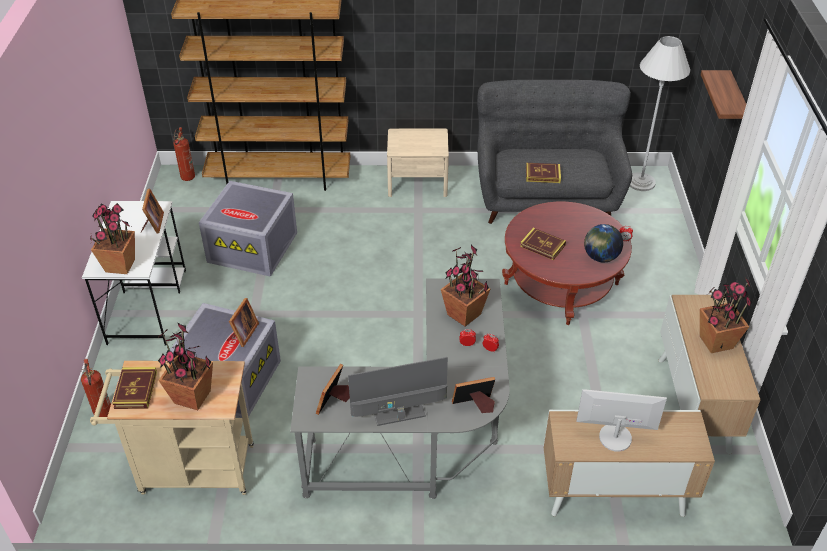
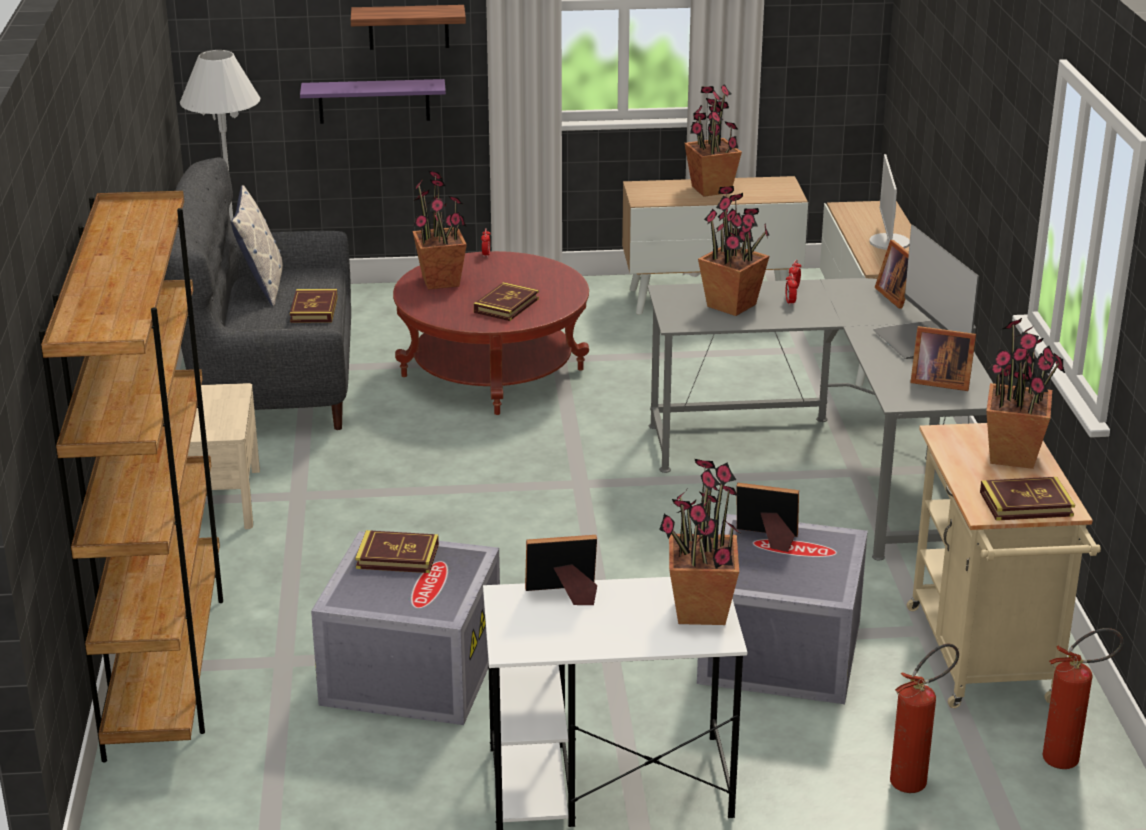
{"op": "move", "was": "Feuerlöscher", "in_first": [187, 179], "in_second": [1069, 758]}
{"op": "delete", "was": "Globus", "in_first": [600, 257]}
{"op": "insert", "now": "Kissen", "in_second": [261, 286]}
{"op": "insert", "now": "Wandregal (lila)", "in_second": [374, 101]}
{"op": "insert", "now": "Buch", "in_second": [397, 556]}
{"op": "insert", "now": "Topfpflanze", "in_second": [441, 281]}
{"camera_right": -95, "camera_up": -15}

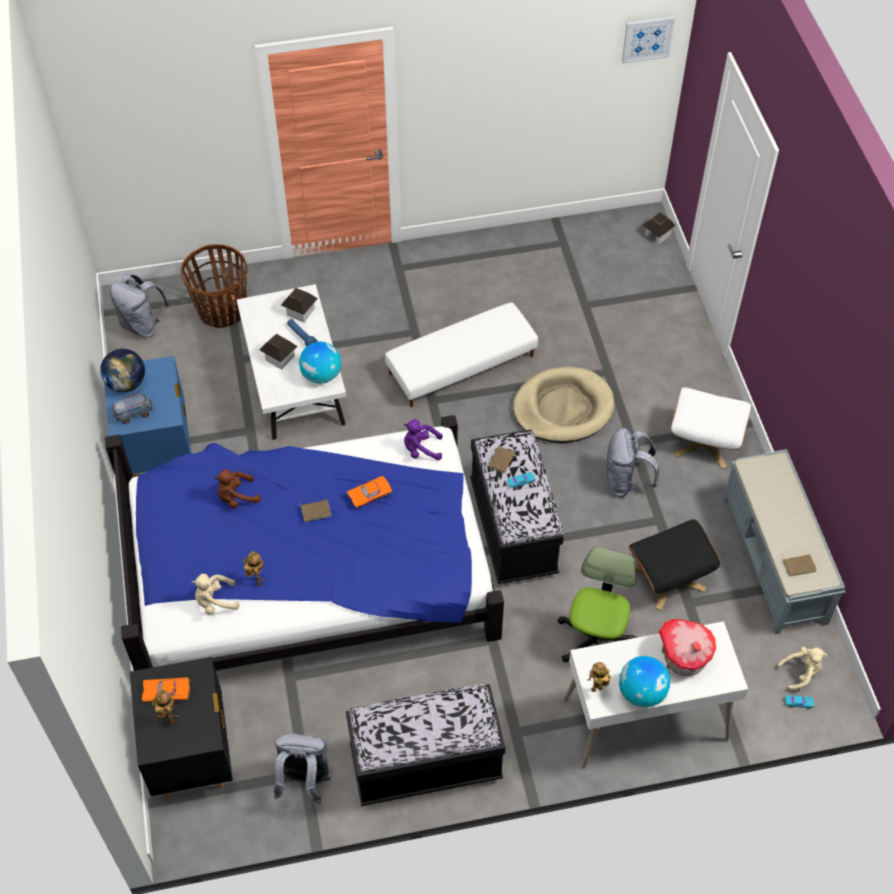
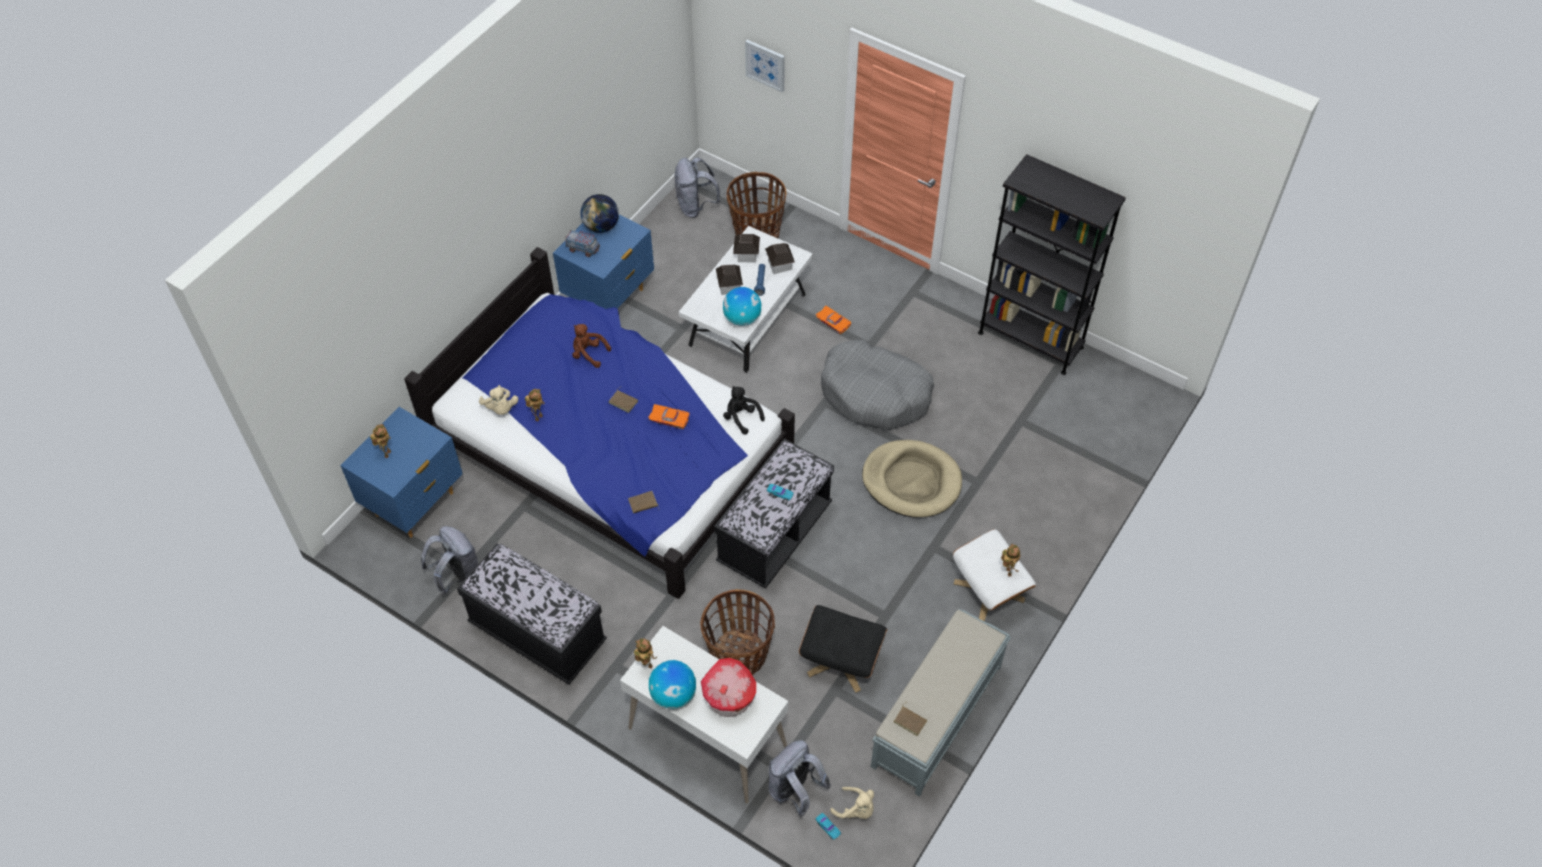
{"op": "recolor", "was": "Nachttisch (schwarz)", "now": "Nachttisch (blau)", "in_first": [192, 757], "in_second": [415, 504]}
{"op": "move", "was": "Spielzeugauto (orange)", "in_first": [167, 691], "in_second": [834, 322]}
{"op": "rotate", "was": "Plüschtier (beige)", "in_first": [215, 601], "in_second": [500, 408], "clockwise": -150}
{"op": "replace", "was": "Polsterhocker (weiß)", "now": "Hundebett (grau)", "in_first": [461, 365], "in_second": [875, 394]}
{"op": "recolor", "was": "Plüschtier (lila)", "now": "Plüschtier (schwarz)", "in_first": [421, 449], "in_second": [741, 417]}
{"op": "move", "was": "Buch (braun)", "in_first": [502, 461], "in_second": [643, 504]}
{"op": "replace", "was": "Bürostuhl", "now": "Korb", "in_first": [595, 640], "in_second": [739, 655]}
{"op": "move", "was": "Rucksack (grau)", "in_first": [626, 482], "in_second": [794, 791]}
{"op": "move", "was": "Bild", "in_first": [647, 39], "in_second": [765, 65]}
{"op": "move", "was": "Spielzeughaus", "in_first": [657, 235], "in_second": [746, 255]}
{"op": "insert", "now": "Bücherregal (schwarz)", "in_second": [1030, 340]}
{"op": "insert", "now": "Spielzeugroboter", "in_second": [1007, 571]}
{"camera_right": 45, "camera_up": 0}

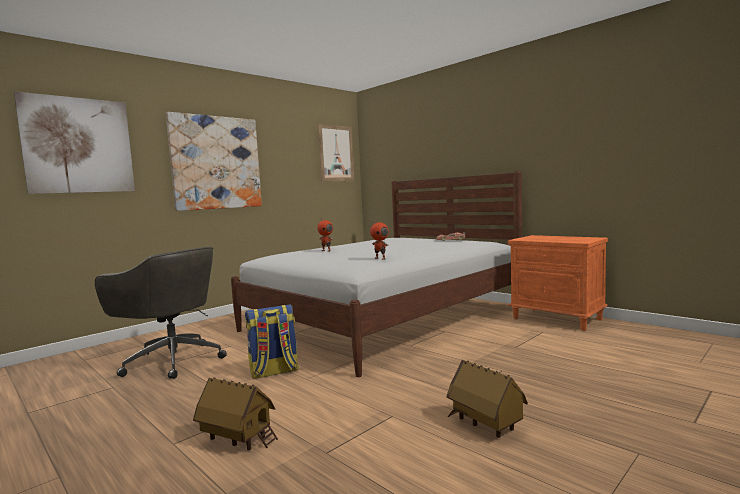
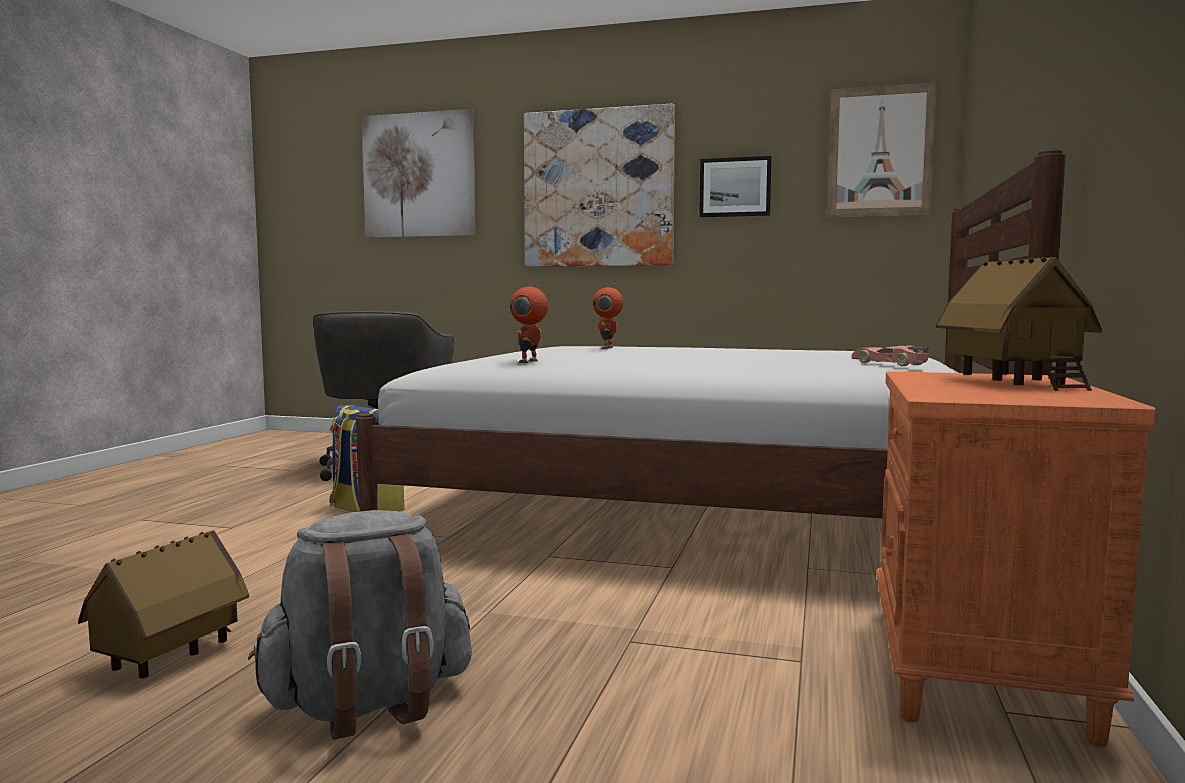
{"op": "move", "was": "Spielzeughaus", "in_first": [238, 439], "in_second": [1011, 382]}
{"op": "insert", "now": "Rucksack (grau)", "in_second": [368, 705]}
{"op": "insert", "now": "Bild", "in_second": [735, 187]}
{"camera_right": 60, "camera_up": 0}

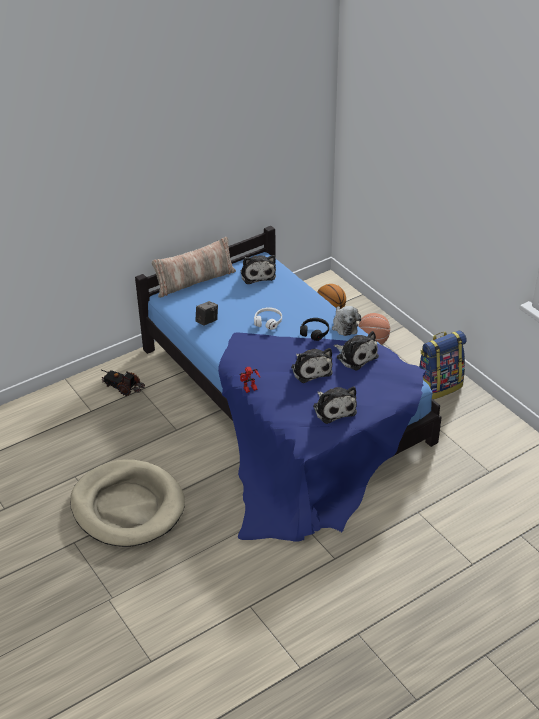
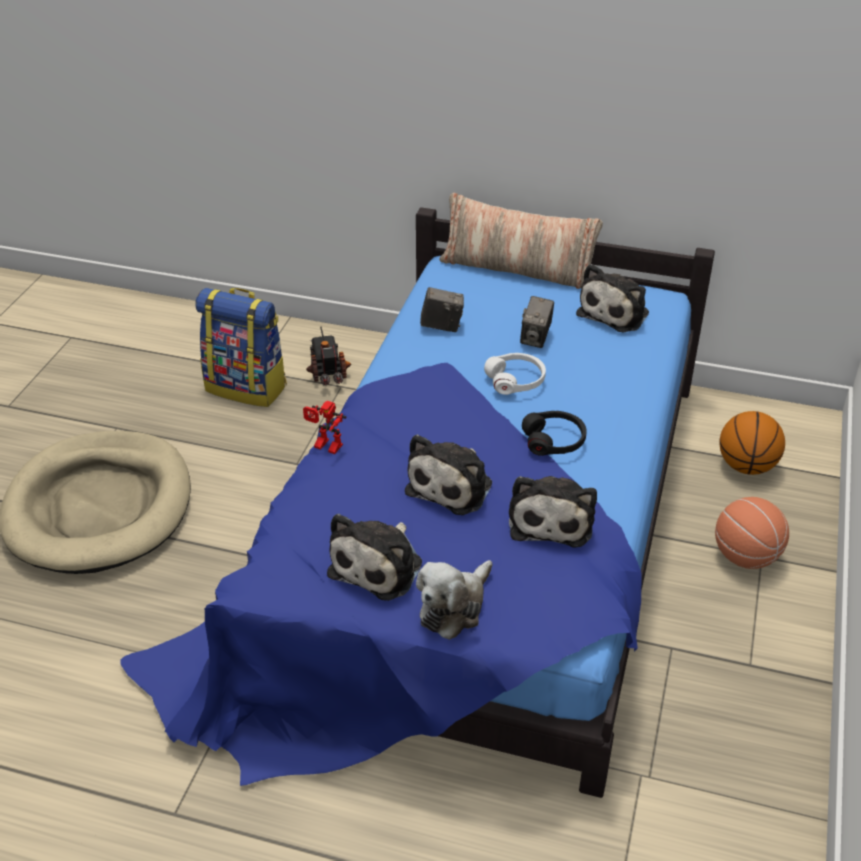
{"op": "move", "was": "Plüschtier", "in_first": [344, 326], "in_second": [454, 607]}
{"op": "move", "was": "Rucksack", "in_first": [438, 386], "in_second": [247, 387]}
{"op": "insert", "now": "Kamera", "in_second": [535, 338]}
{"camera_right": 50, "camera_up": 0}

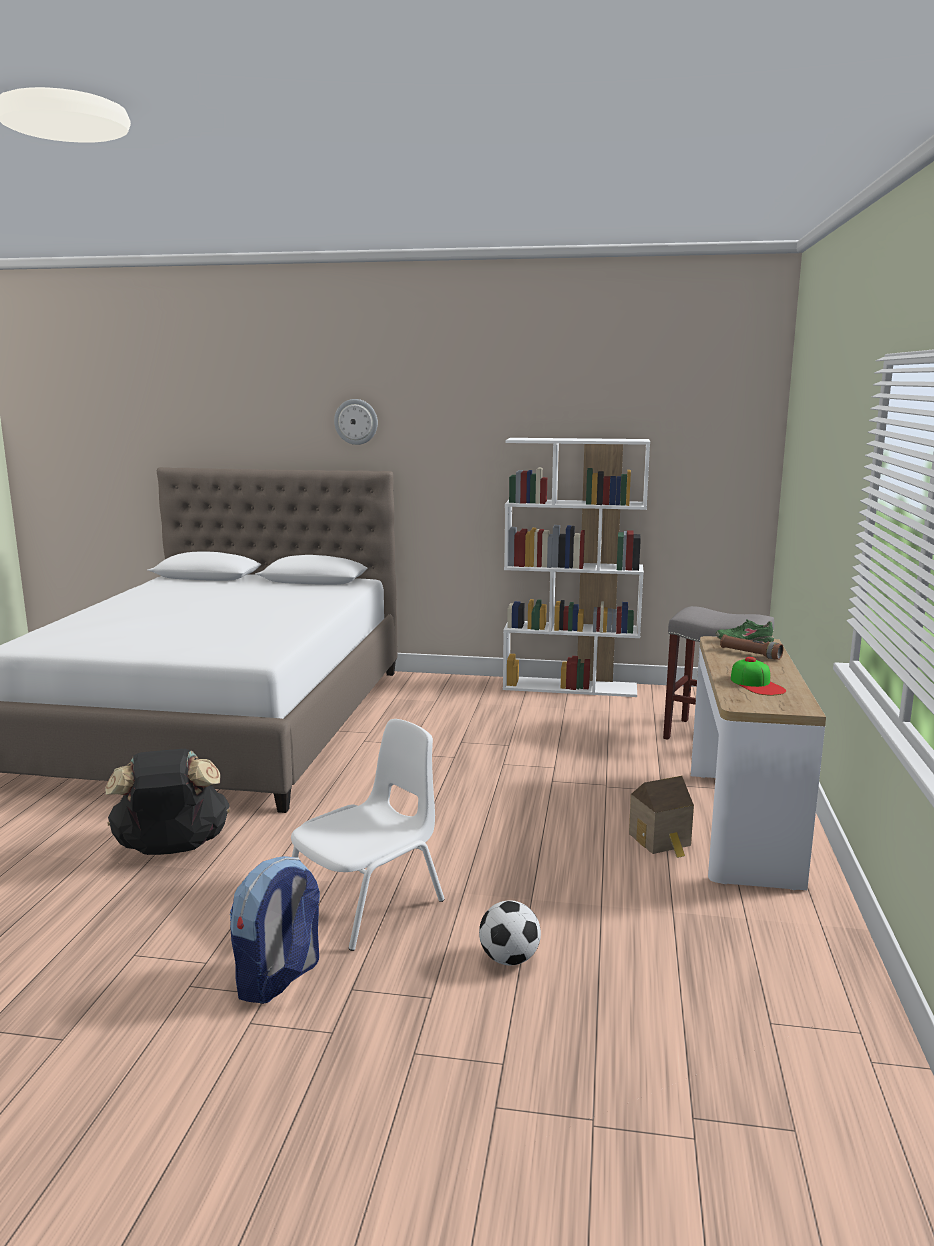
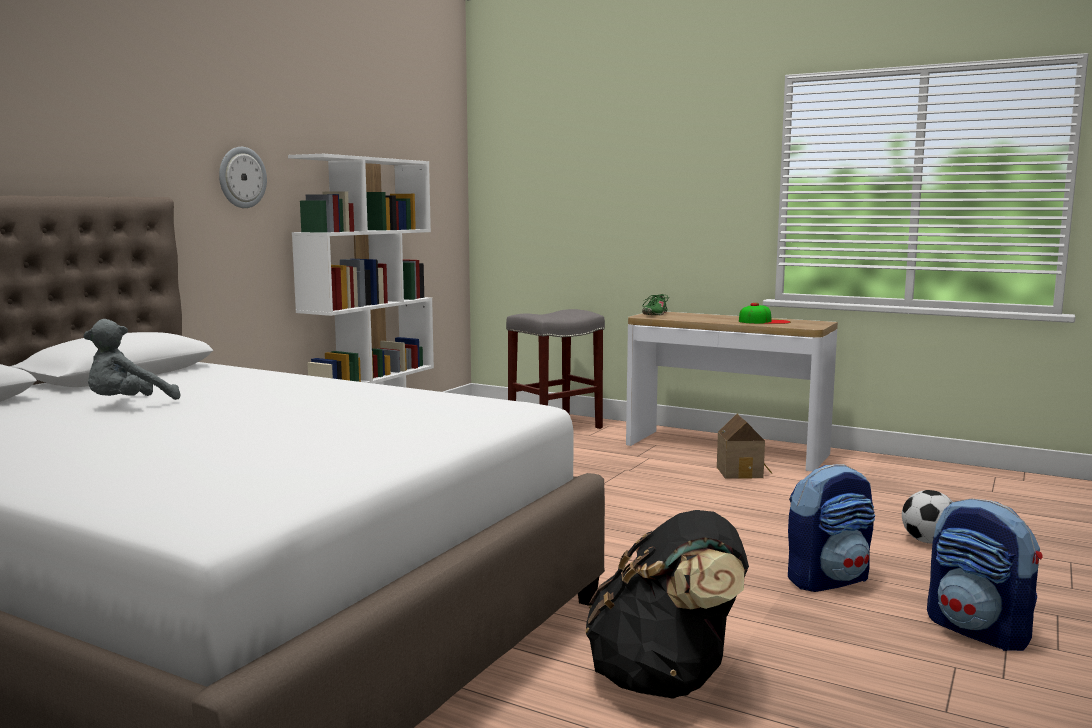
{"op": "replace", "was": "Stuhl (weiß)", "now": "Rucksack", "in_first": [368, 901], "in_second": [828, 580]}
{"op": "move", "was": "Wanduhr", "in_first": [356, 421], "in_second": [241, 177]}
{"op": "delete", "was": "Taschenlampe (braun)", "in_first": [750, 654]}
{"op": "insert", "now": "Plüschtier (grau)", "in_second": [128, 405]}
{"camera_right": -70, "camera_up": -5}

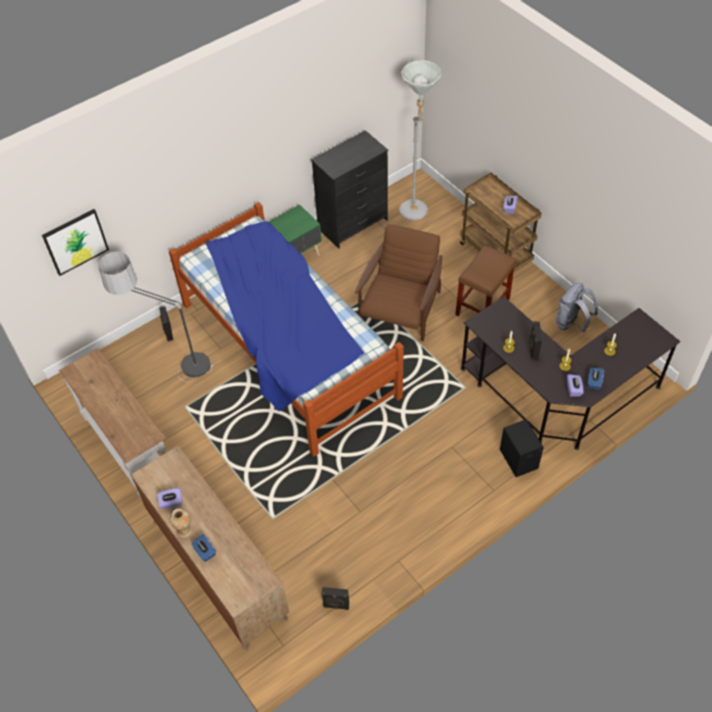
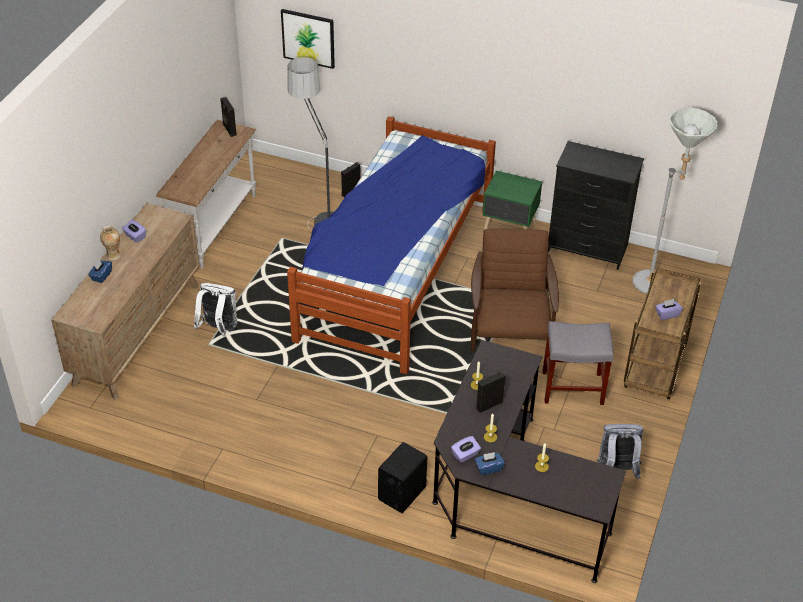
{"op": "move", "was": "Lautsprecher (schwarz)", "in_first": [336, 606], "in_second": [229, 130]}
{"op": "rotate", "was": "Sessel (braun)", "in_first": [400, 311], "in_second": [510, 328], "clockwise": -75}
{"op": "recolor", "was": "Hocker (braun)", "now": "Hocker (grau)", "in_first": [483, 306], "in_second": [573, 387]}
{"op": "insert", "now": "Rucksack (weiß)", "in_second": [219, 329]}
{"camera_right": 55, "camera_up": -10}

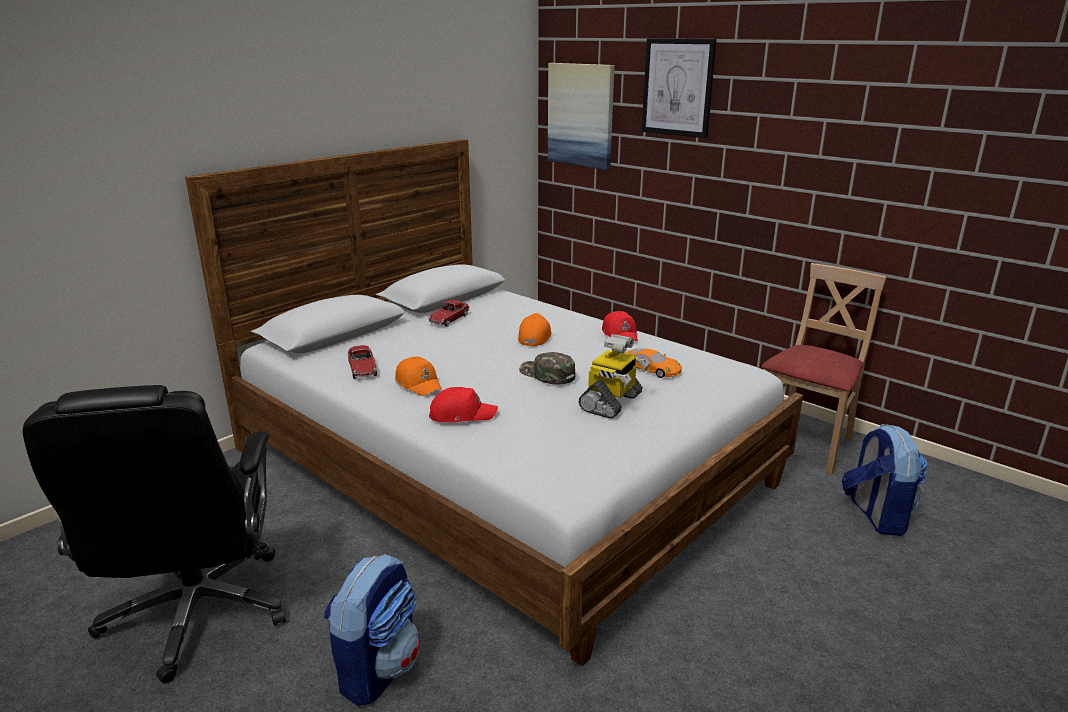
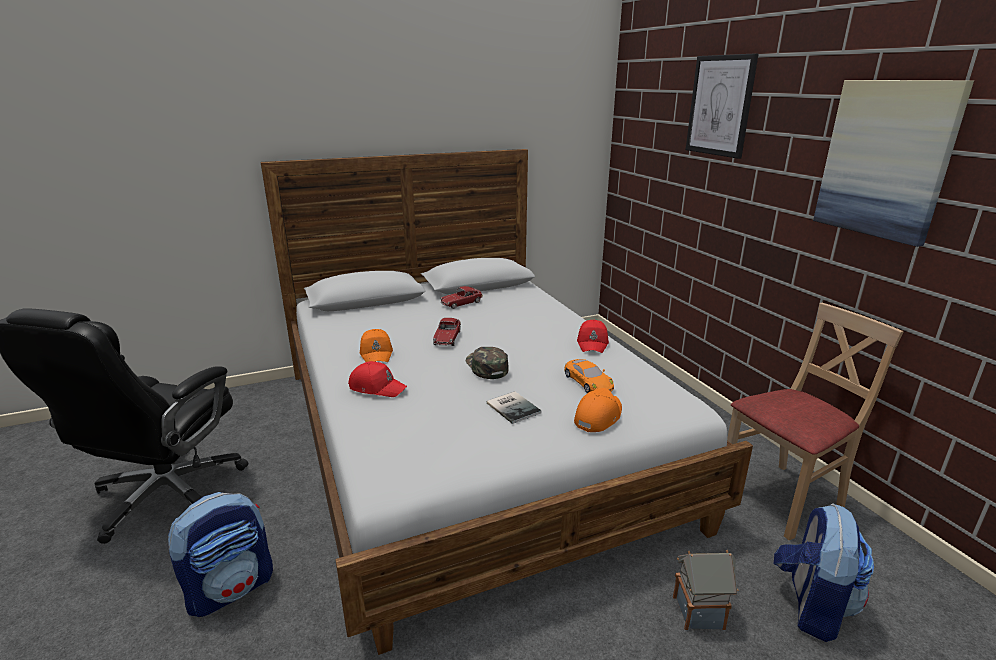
{"op": "move", "was": "Spielzeugauto", "in_first": [362, 369], "in_second": [447, 338]}
{"op": "move", "was": "Kappe (orange)", "in_first": [534, 337], "in_second": [598, 416]}
{"op": "move", "was": "Bild", "in_first": [581, 115], "in_second": [886, 159]}
{"op": "replace", "was": "Spielzeugroboter", "now": "Buch", "in_first": [612, 403], "in_second": [514, 407]}
{"op": "insert", "now": "Spielzeughaus", "in_second": [699, 612]}
{"camera_right": 25, "camera_up": 0}

